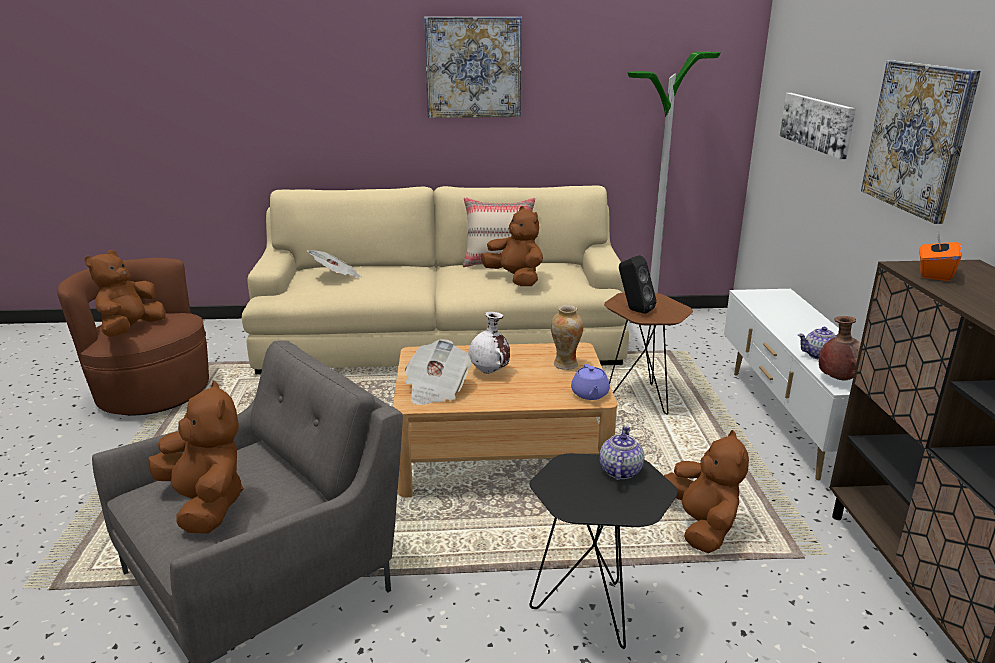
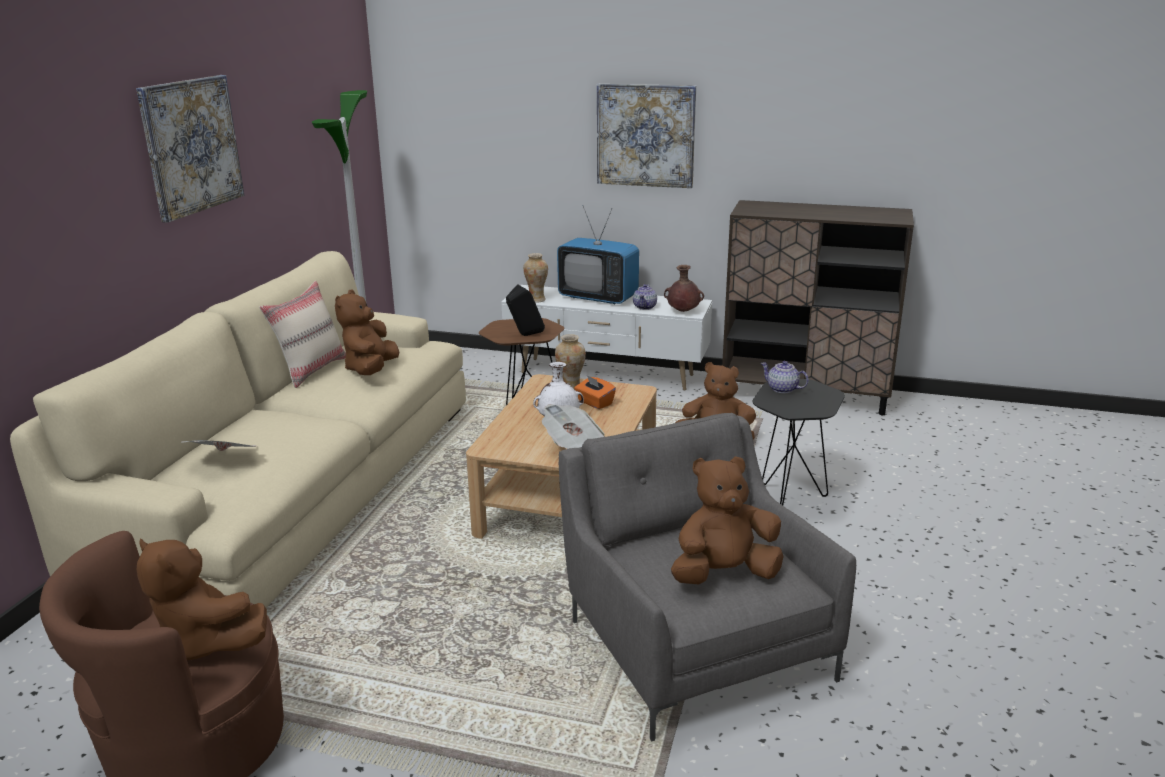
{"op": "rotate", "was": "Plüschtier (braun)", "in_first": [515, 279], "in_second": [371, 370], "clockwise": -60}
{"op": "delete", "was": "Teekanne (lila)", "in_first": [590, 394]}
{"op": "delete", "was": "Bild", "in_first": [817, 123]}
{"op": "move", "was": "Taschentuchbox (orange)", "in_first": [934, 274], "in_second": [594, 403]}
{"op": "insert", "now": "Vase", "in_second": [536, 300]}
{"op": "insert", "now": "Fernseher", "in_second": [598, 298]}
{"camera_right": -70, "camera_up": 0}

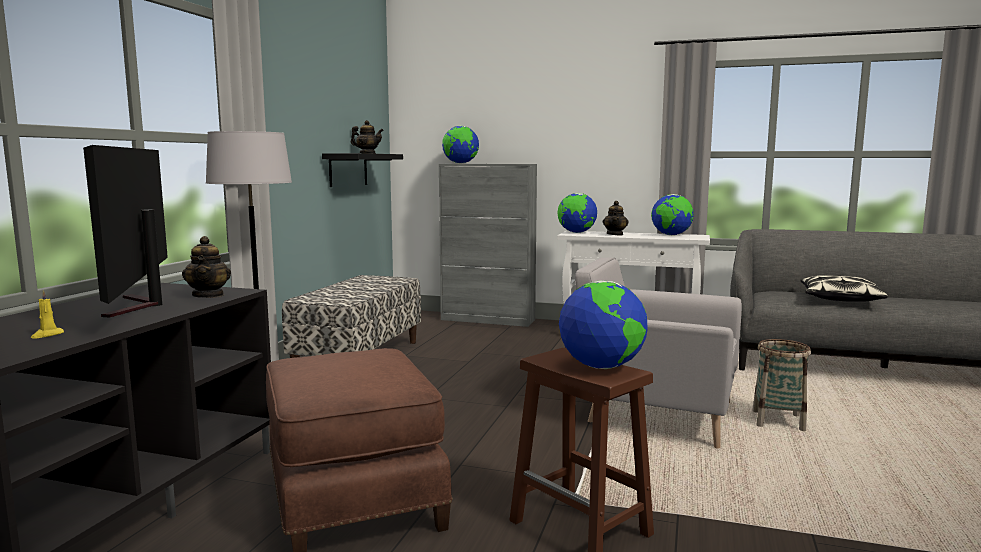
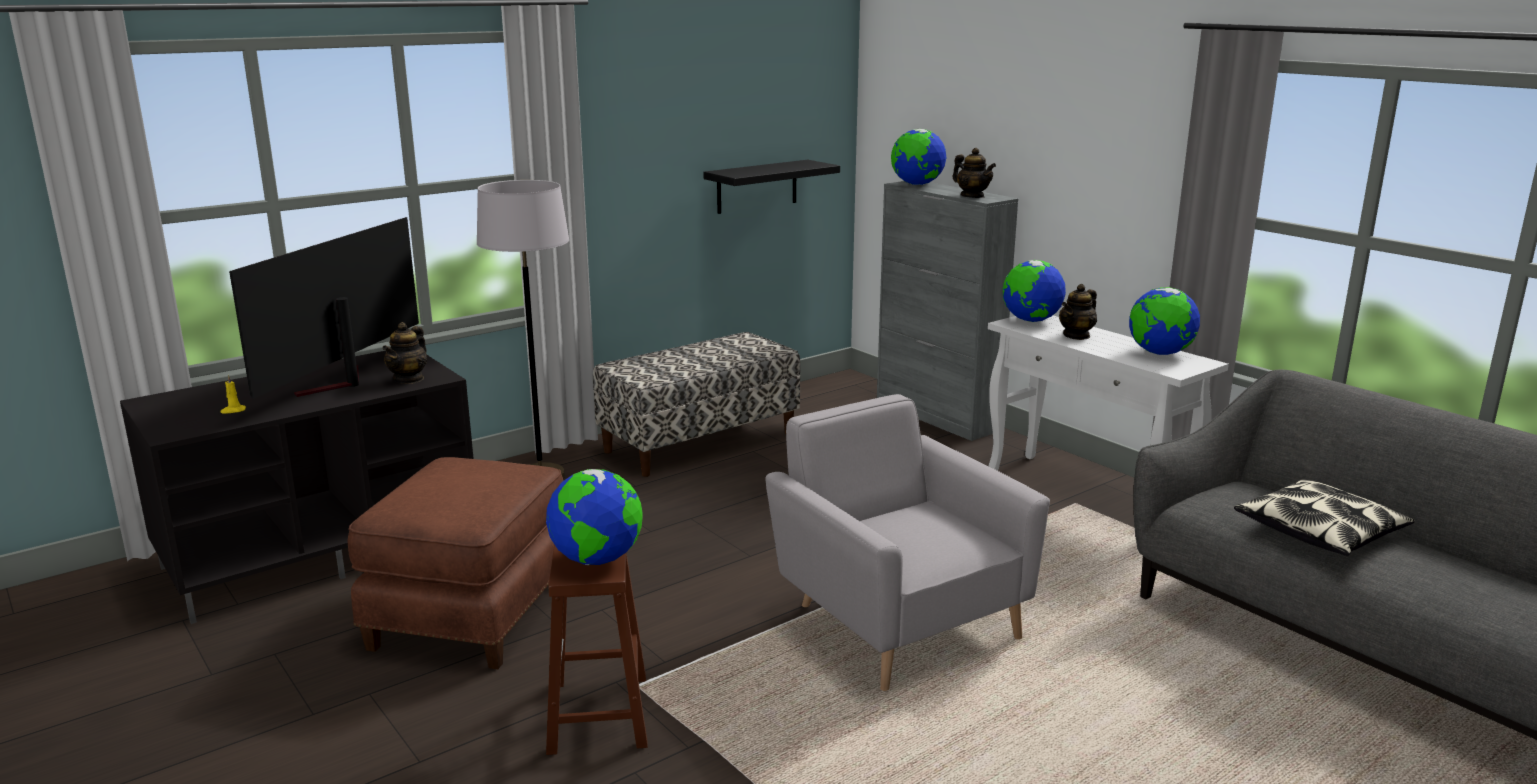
{"op": "move", "was": "Teekanne", "in_first": [367, 153], "in_second": [972, 196]}
{"op": "delete", "was": "Korb", "in_first": [778, 421]}
{"camera_right": 35, "camera_up": 10}

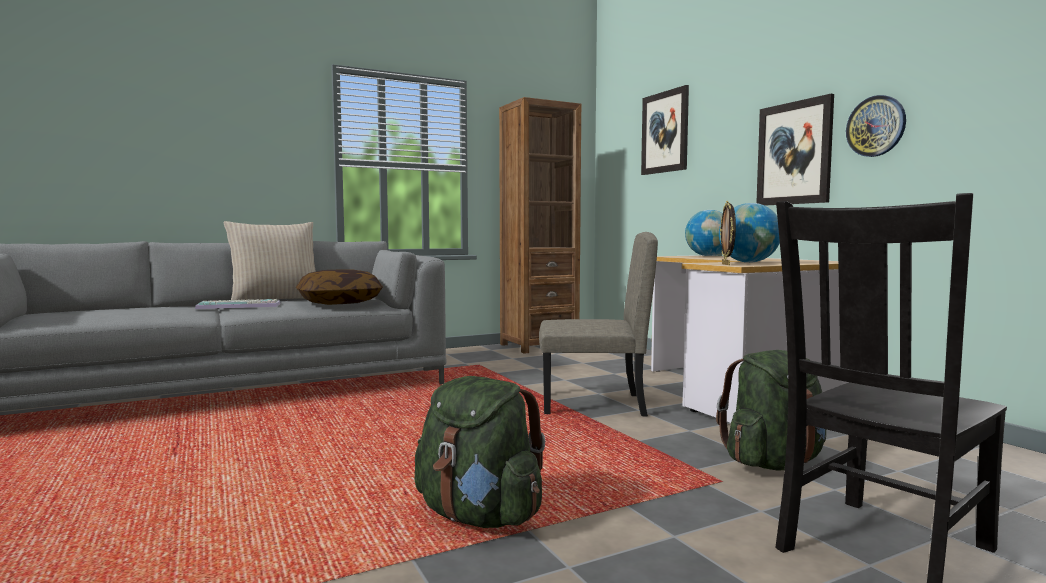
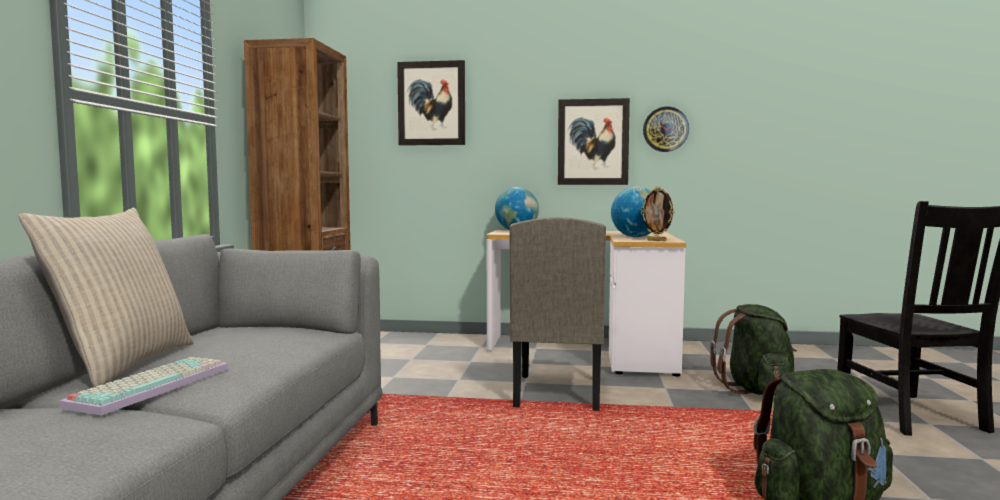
{"op": "delete", "was": "Kissen", "in_first": [340, 302]}
{"op": "rotate", "was": "Stuhl (beige)", "in_first": [593, 404], "in_second": [557, 392], "clockwise": 150}
{"camera_right": -55, "camera_up": 0}

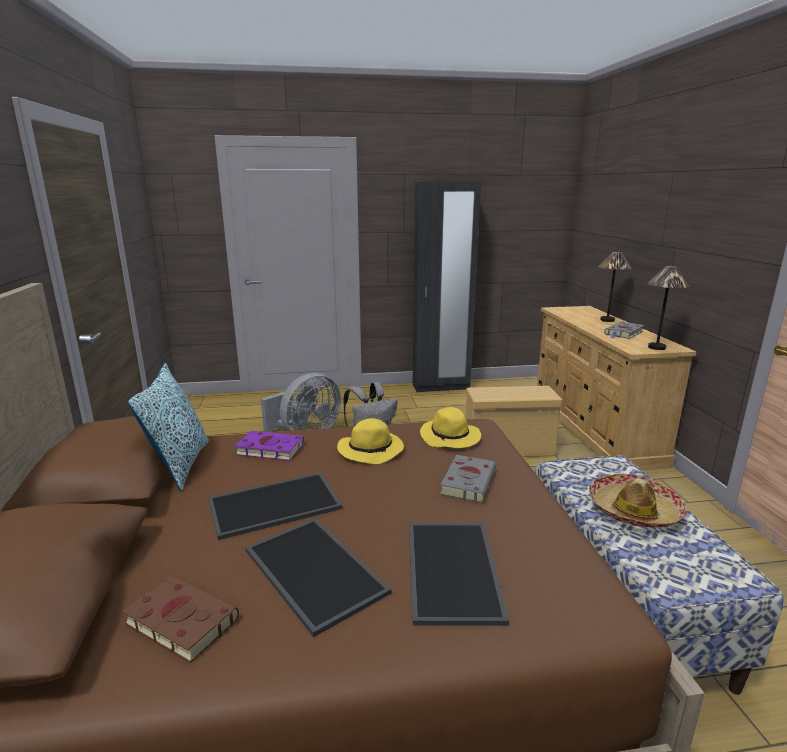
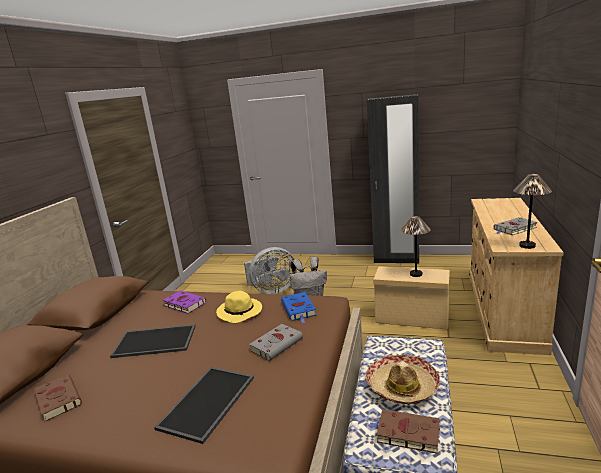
{"op": "delete", "was": "Kissen", "in_first": [180, 464]}
{"op": "delete", "was": "Tablett", "in_first": [311, 571]}
{"op": "replace", "was": "Hut (gelb)", "now": "Buch (blau)", "in_first": [450, 438], "in_second": [299, 309]}
{"op": "move", "was": "Tischlampe", "in_first": [607, 320], "in_second": [415, 274]}
{"op": "insert", "now": "Buch (braun)", "in_second": [406, 433]}
{"camera_right": 25, "camera_up": 0}

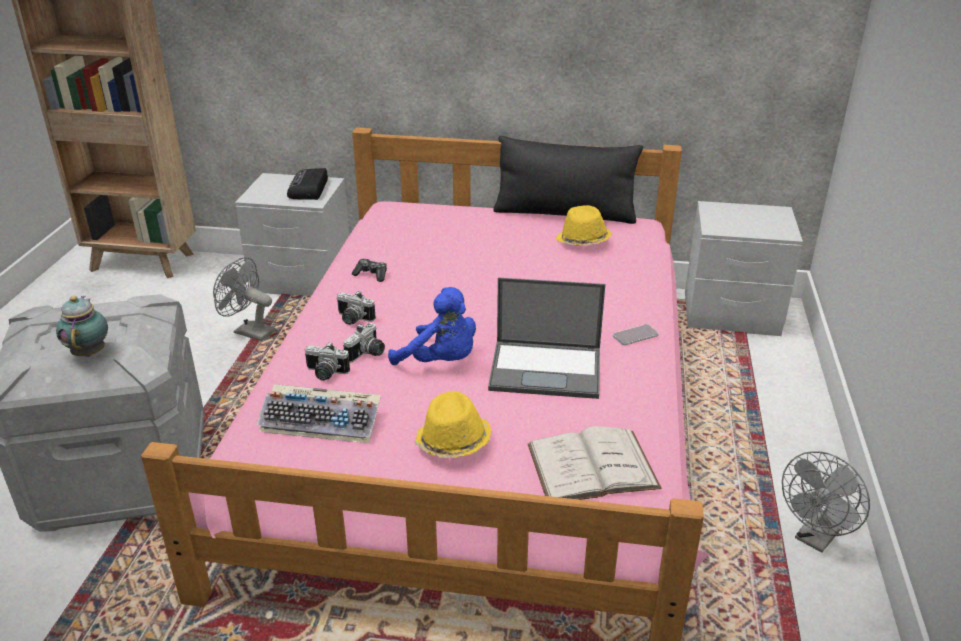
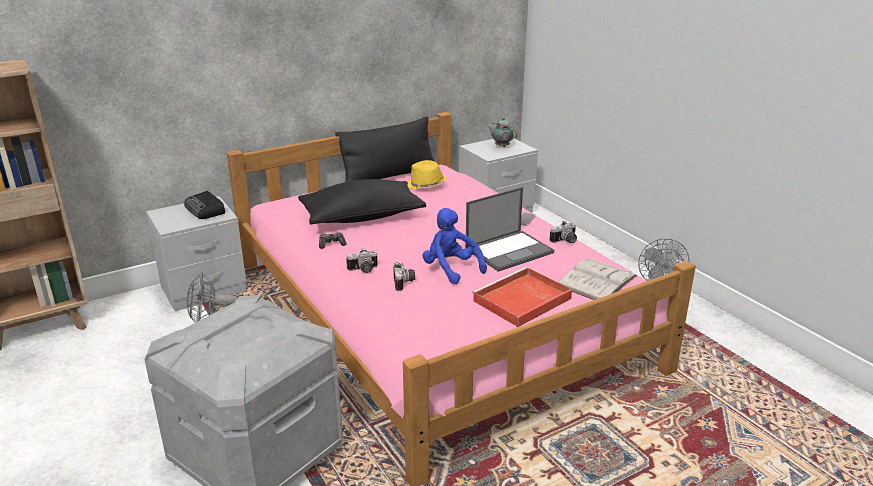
{"op": "move", "was": "Teekanne", "in_first": [90, 352], "in_second": [501, 146]}
{"op": "delete", "was": "Tastatur", "in_first": [323, 421]}
{"op": "move", "was": "Kamera", "in_first": [325, 374], "in_second": [565, 241]}
{"op": "rotate", "was": "Plüschtier (blau)", "in_first": [440, 361], "in_second": [451, 269], "clockwise": -120}
{"op": "replace", "was": "Hut (gelb)", "now": "Tablett (rot)", "in_first": [453, 442], "in_second": [521, 300]}
{"op": "insert", "now": "Kissen (schwarz)", "in_second": [362, 217]}
{"camera_right": -40, "camera_up": -5}

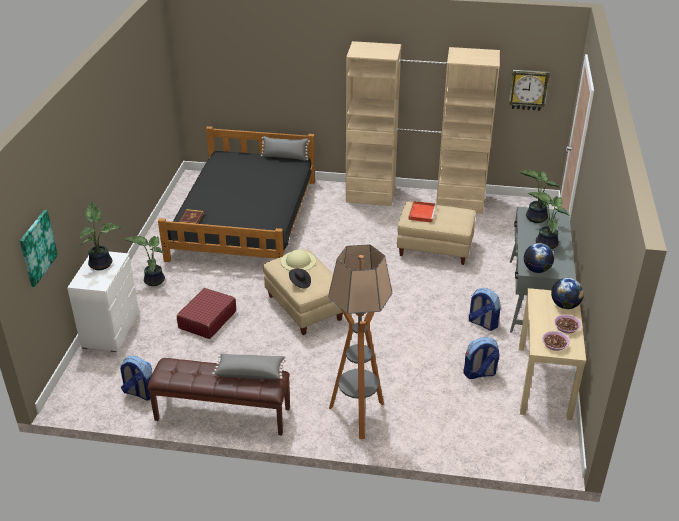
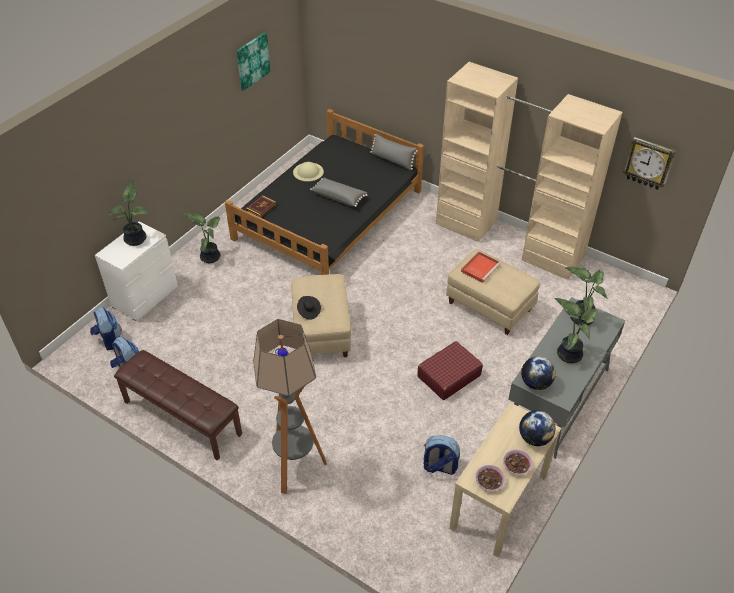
{"op": "move", "was": "Bild", "in_first": [37, 248], "in_second": [252, 61]}
{"op": "move", "was": "Koffer (rot)", "in_first": [207, 320], "in_second": [448, 376]}
{"op": "move", "was": "Kissen (grau)", "in_first": [250, 372], "in_second": [339, 197]}
{"op": "move", "was": "Hut (beige)", "in_first": [298, 261], "in_second": [308, 172]}
{"op": "move", "was": "Rucksack", "in_first": [482, 323], "in_second": [109, 340]}
{"camera_right": 25, "camera_up": 10}

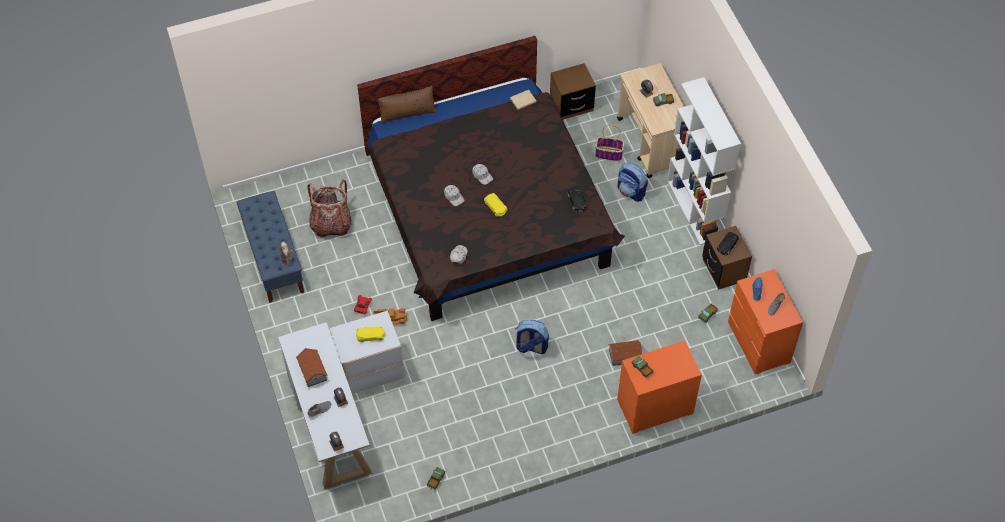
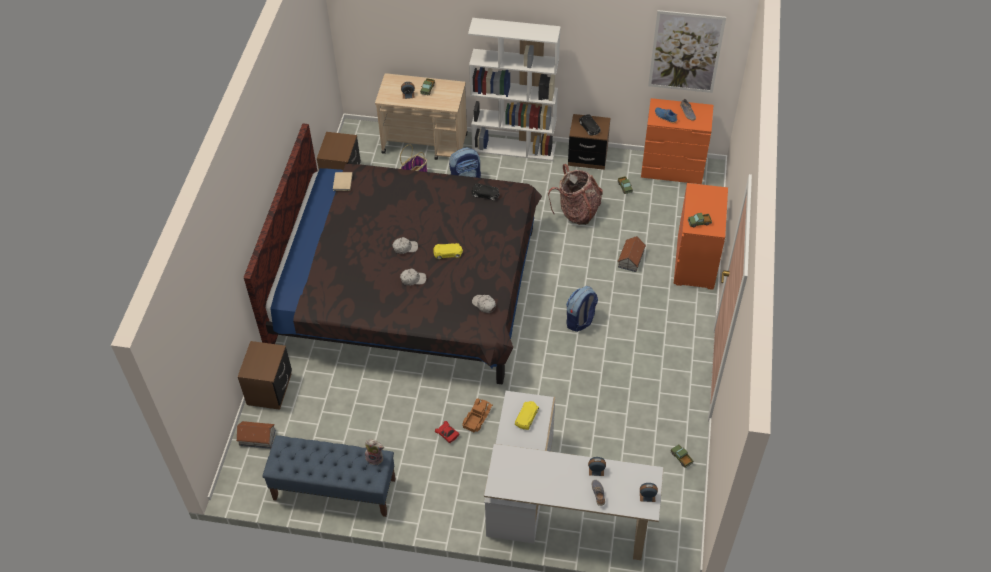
{"op": "move", "was": "Spielzeughaus", "in_first": [312, 371], "in_second": [257, 438]}
{"op": "move", "was": "Rucksack", "in_first": [331, 224], "in_second": [577, 211]}
{"op": "delete", "was": "Kissen (braun)", "in_first": [407, 112]}
{"op": "insert", "now": "Nachttisch (braun)", "in_second": [269, 389]}
{"op": "insert", "now": "Bild", "in_second": [685, 52]}
{"camera_right": -60, "camera_up": -5}

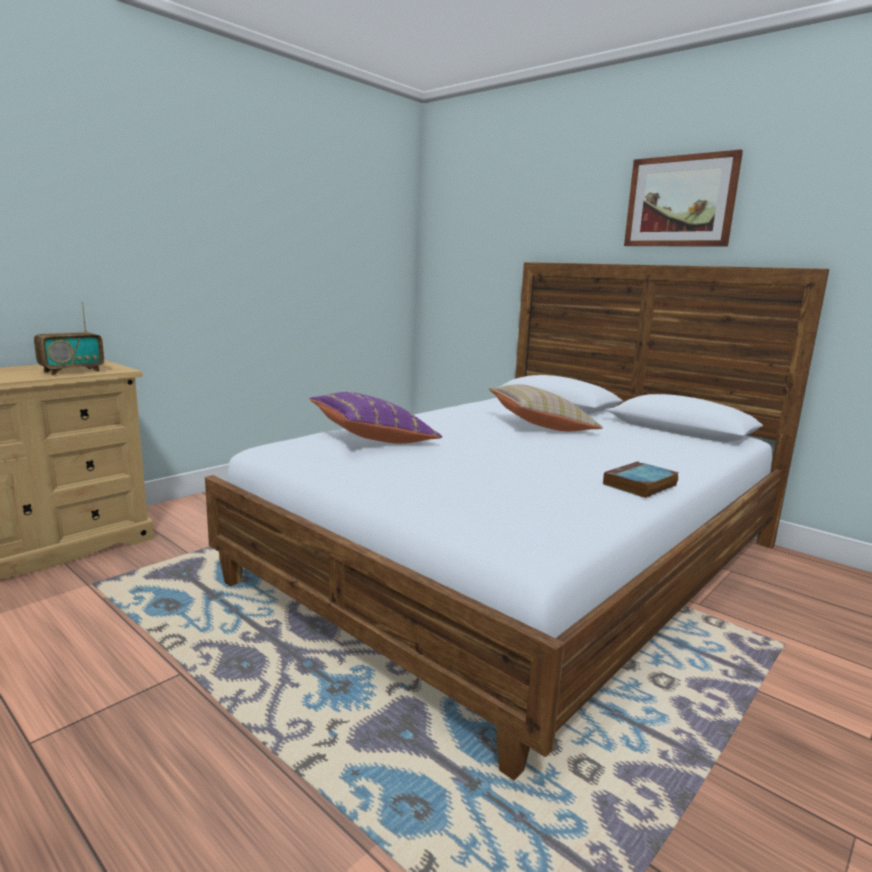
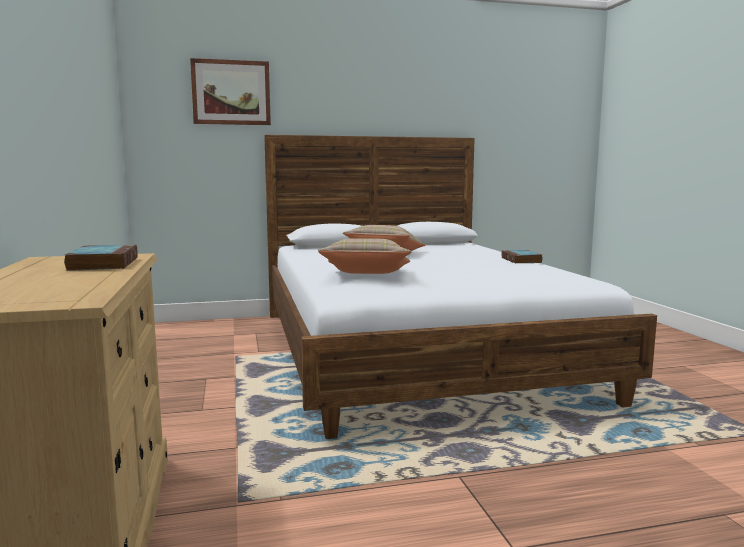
{"op": "replace", "was": "Radio", "now": "Buch", "in_first": [72, 371], "in_second": [103, 263]}
{"op": "recolor", "was": "Kissen (lila)", "now": "Kissen (beige)", "in_first": [373, 439], "in_second": [367, 275]}
{"op": "move", "was": "Bild", "in_first": [680, 201], "in_second": [231, 92]}
{"camera_right": -55, "camera_up": -5}

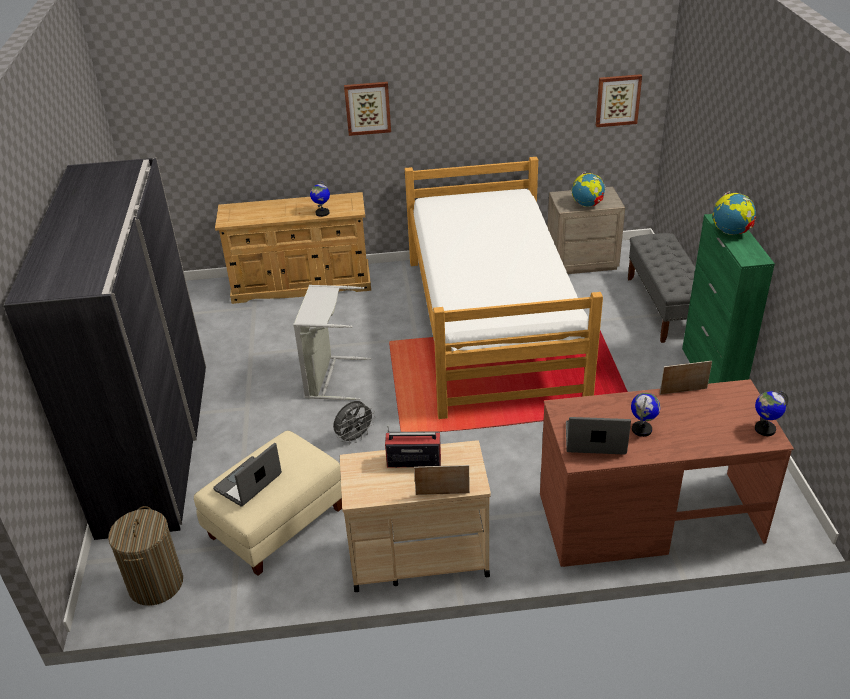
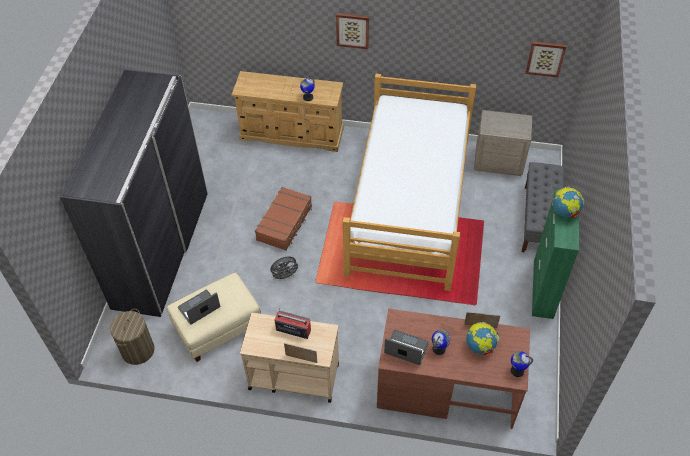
{"op": "replace", "was": "Wäschekorb (grau)", "now": "Koffer (braun)", "in_first": [330, 378], "in_second": [285, 223]}
{"op": "move", "was": "Globus", "in_first": [587, 205], "in_second": [480, 346]}
{"camera_right": 15, "camera_up": 15}

